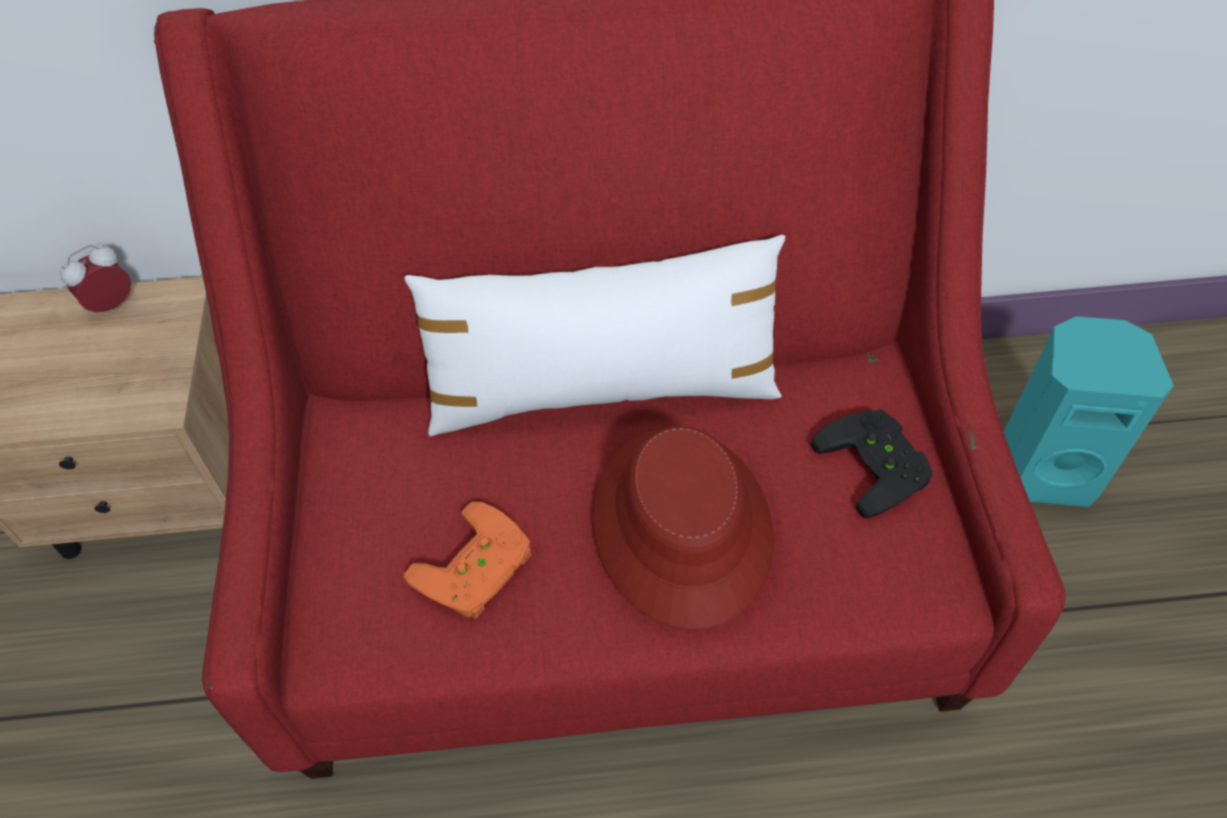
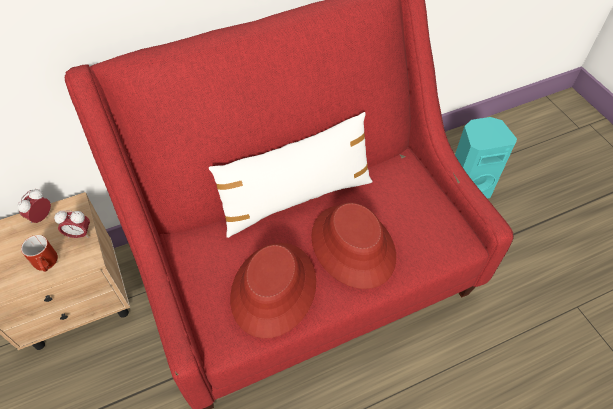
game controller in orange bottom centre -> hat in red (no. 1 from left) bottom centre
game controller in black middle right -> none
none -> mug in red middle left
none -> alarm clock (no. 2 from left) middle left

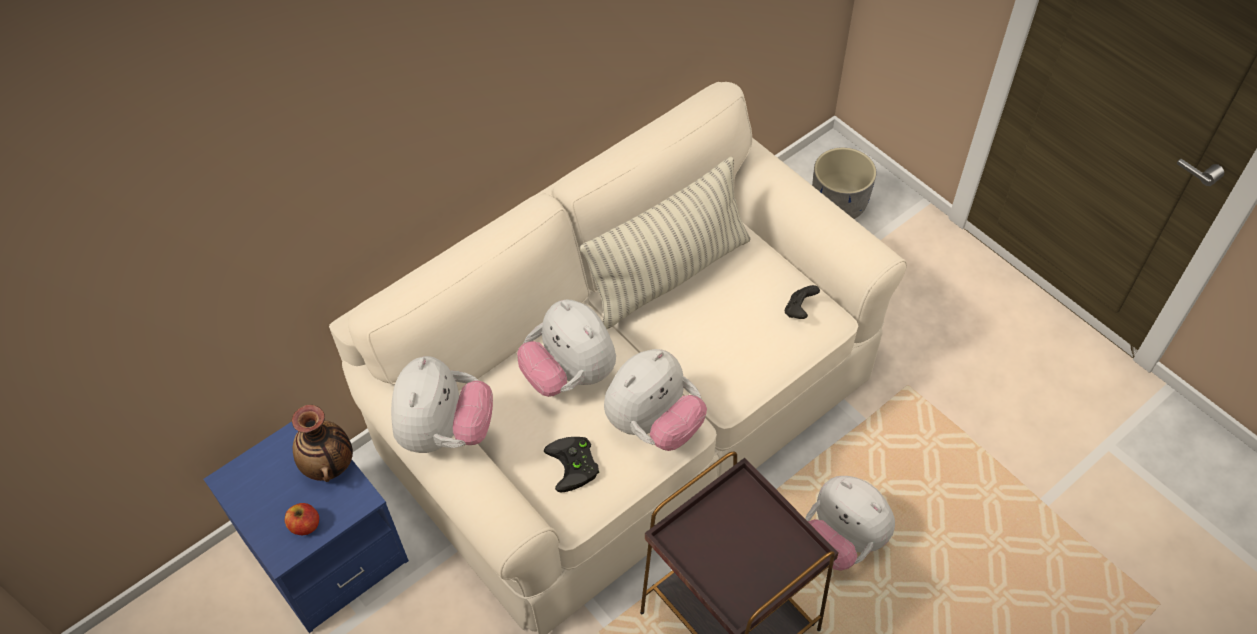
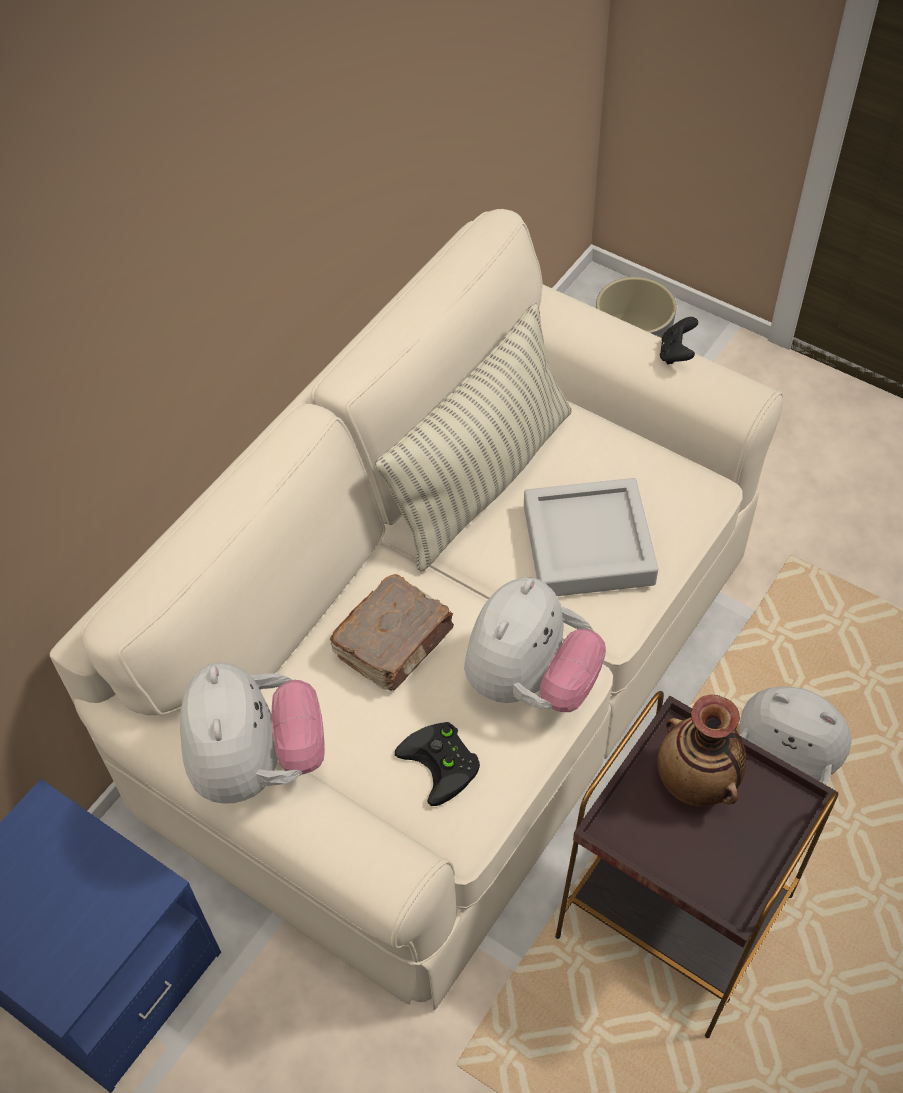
apple bottom left -> none
vase bottom left -> vase bottom right, relocated
plush toy (no. 2 from left) centre -> book in brown centre
game controller in black (no. 2 from left) centre -> game controller in black (no. 2 from left) top right, relocated
none -> tray in grey centre

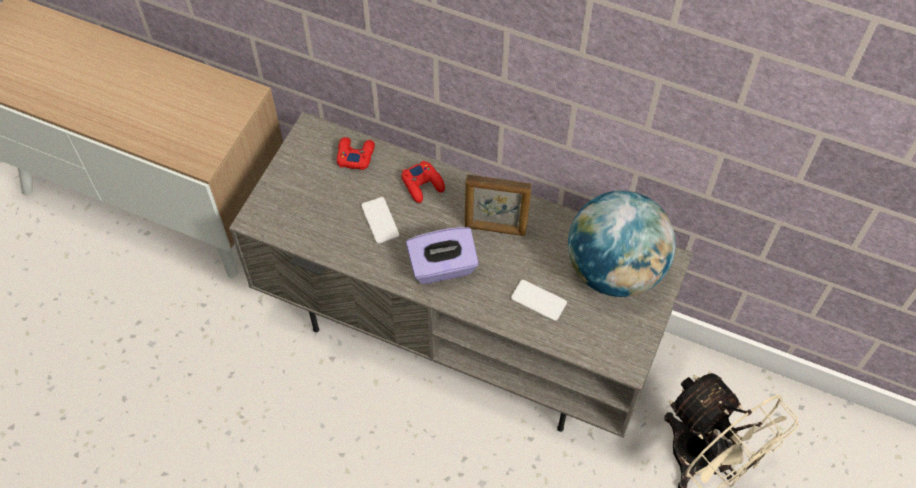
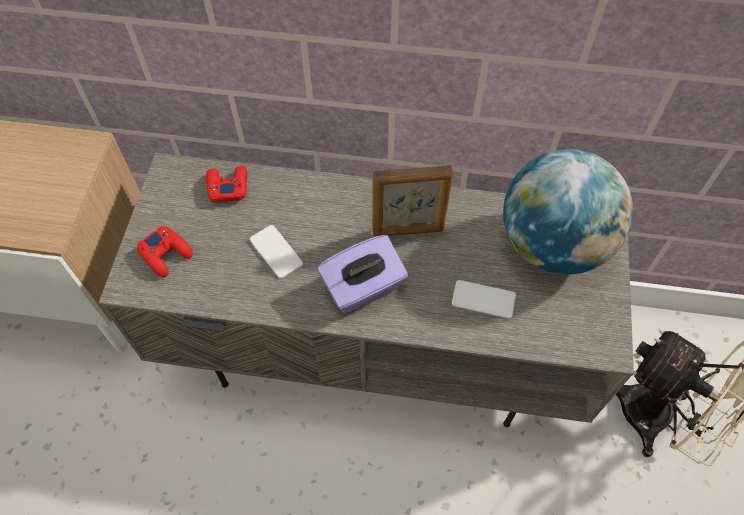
game controller in red (no. 2 from left in the first image) centre -> game controller in red (no. 1 from left) middle left, relocated

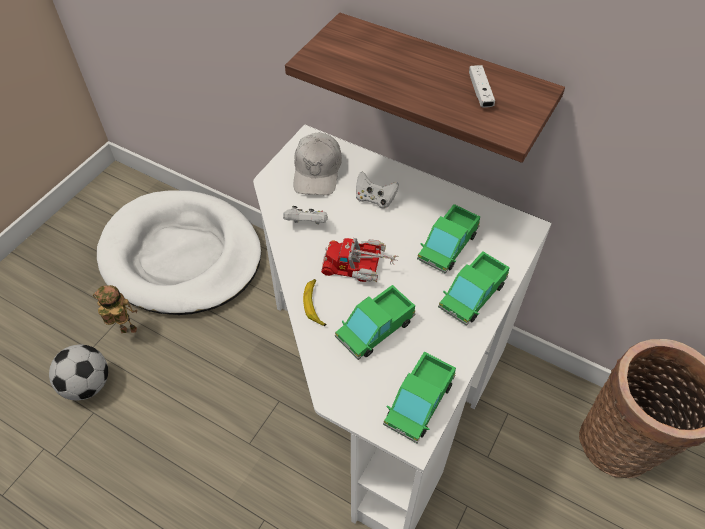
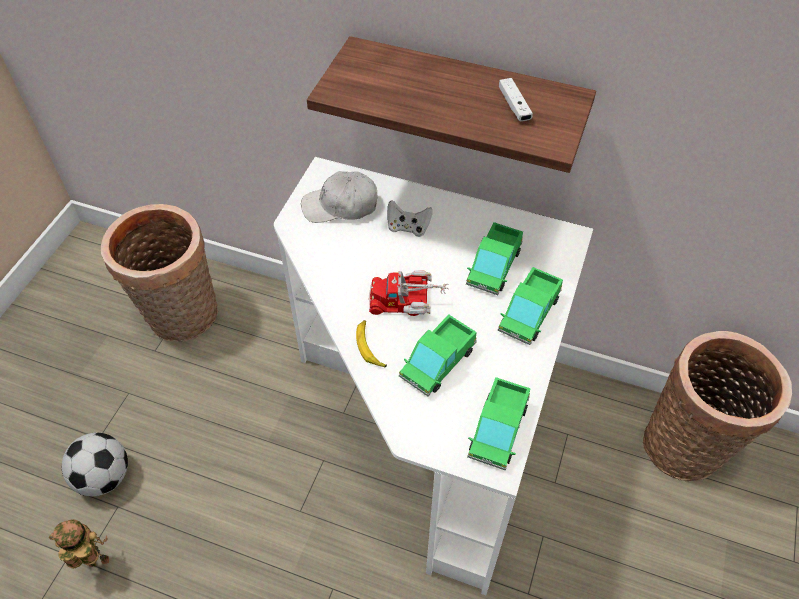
toy robot middle left -> toy robot bottom left, relocated
dog bed in white middle left -> basket (no. 1 from left) middle left
game controller in white (no. 1 from left) centre -> none
cap in white top centre, 90 degrees clockwise

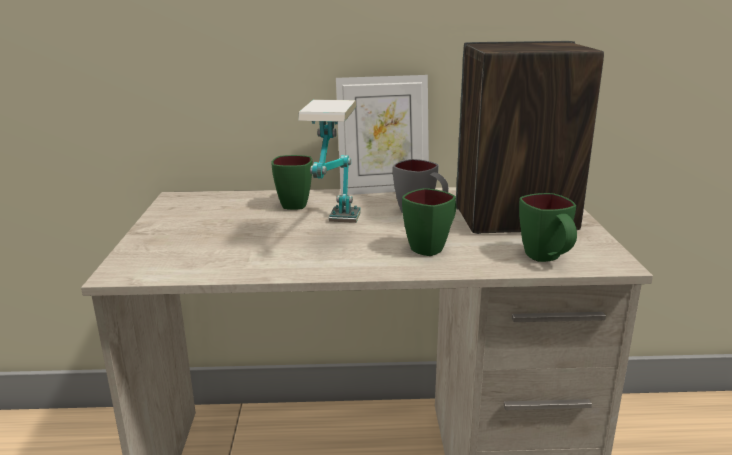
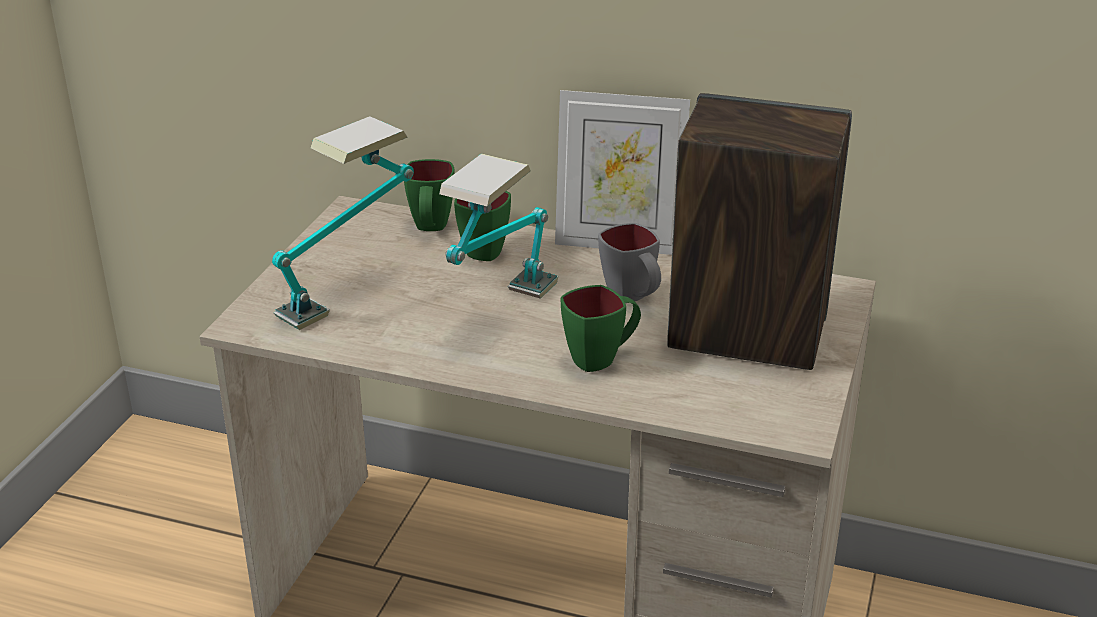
mug in green (no. 3 from left in the first image) middle right -> mug in green (no. 1 from left) top centre, relocated
none -> table lamp (no. 1 from left) middle left

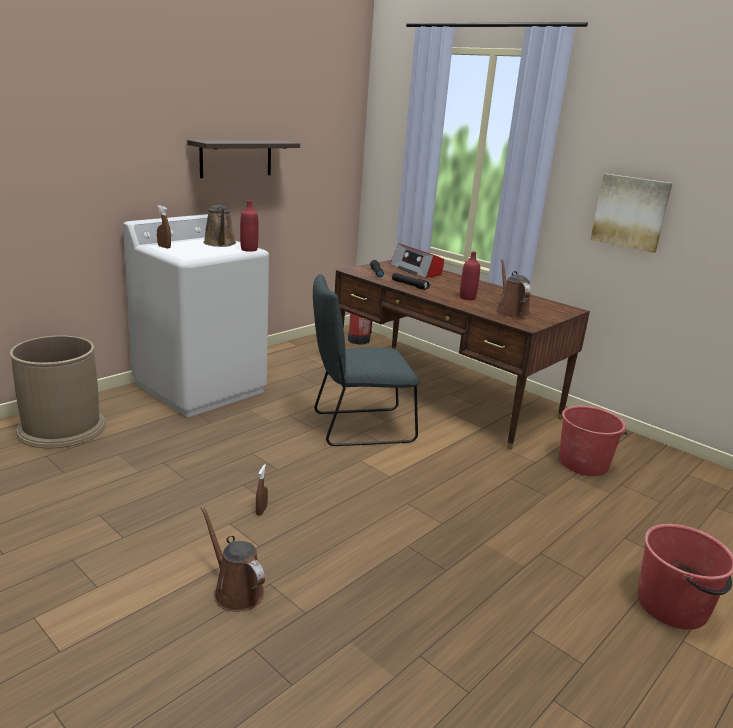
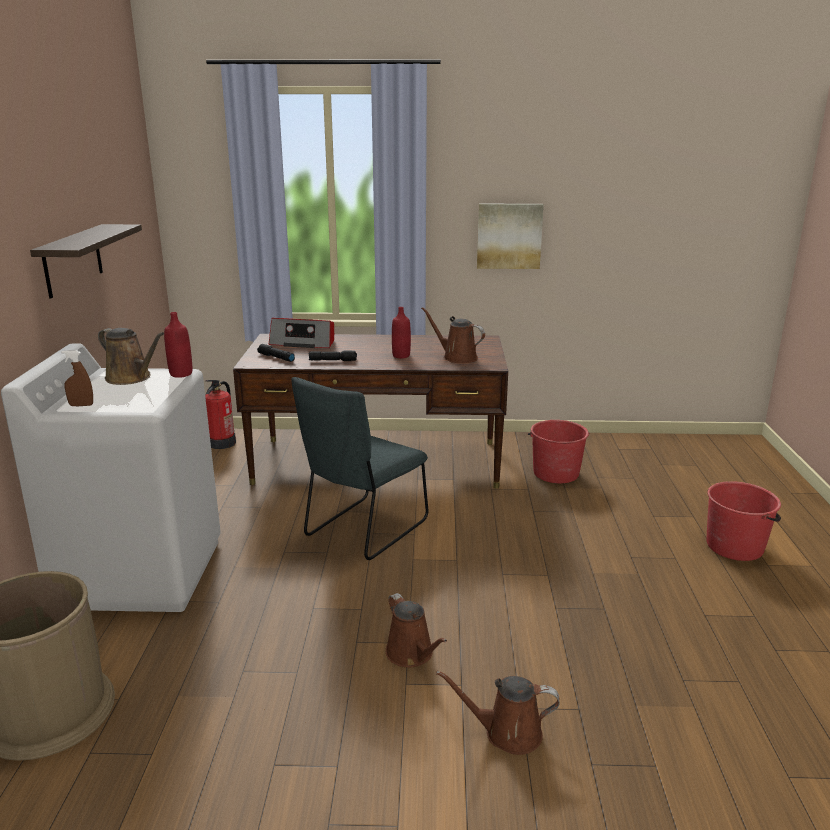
spray bottle in brown (no. 2 from left) bottom centre -> watering can in brown (no. 2 from left) bottom centre

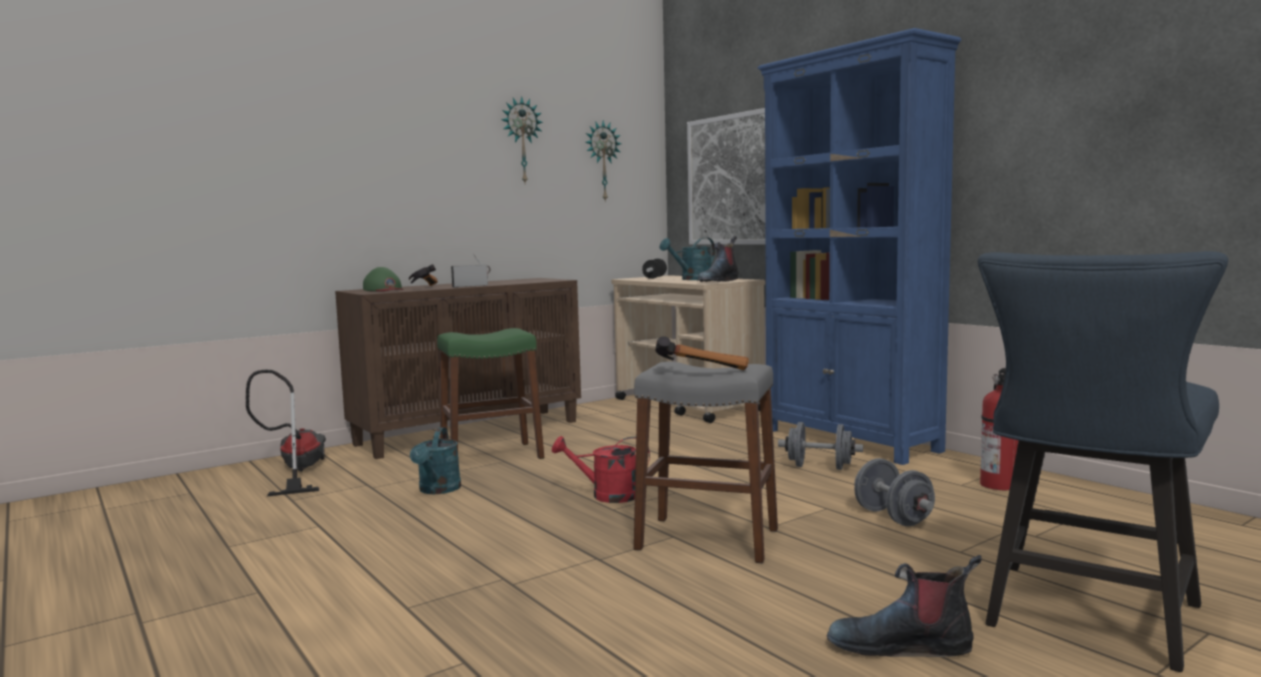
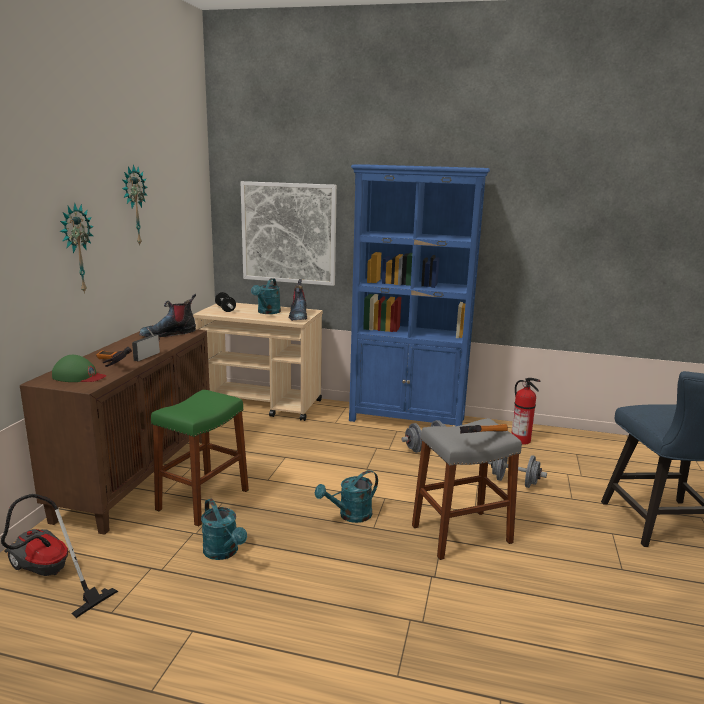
watering can in red bottom centre -> watering can in turquoise (no. 3 from left) bottom centre
wall clock (no. 2 from left in the first image) top centre -> wall clock (no. 1 from left) middle left, relocated
boot (no. 2 from left in the first image) bottom right -> boot (no. 1 from left) middle left, relocated

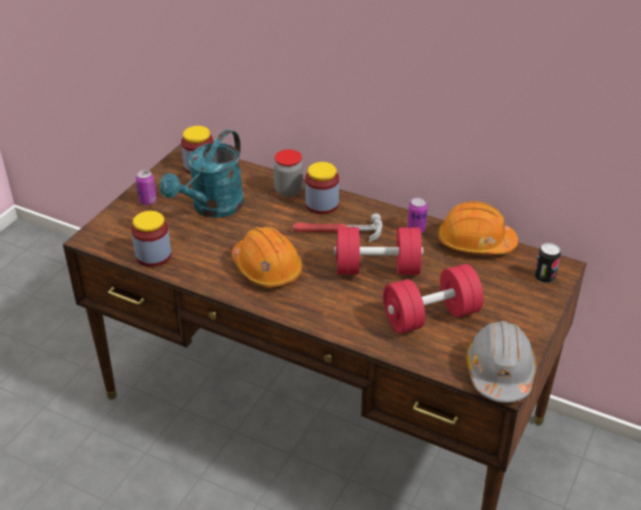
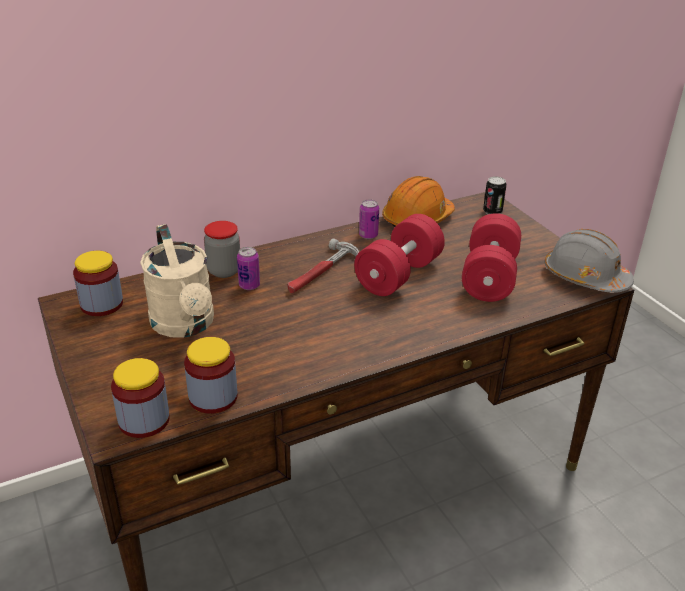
can (no. 1 from left) middle left -> can (no. 1 from left) centre, relocated
watering can in turquoise middle left -> watering can in beige middle left
hard hat in orange (no. 1 from left) centre -> none
jar (no. 4 from left in the first image) centre -> jar (no. 2 from left) bottom left, relocated

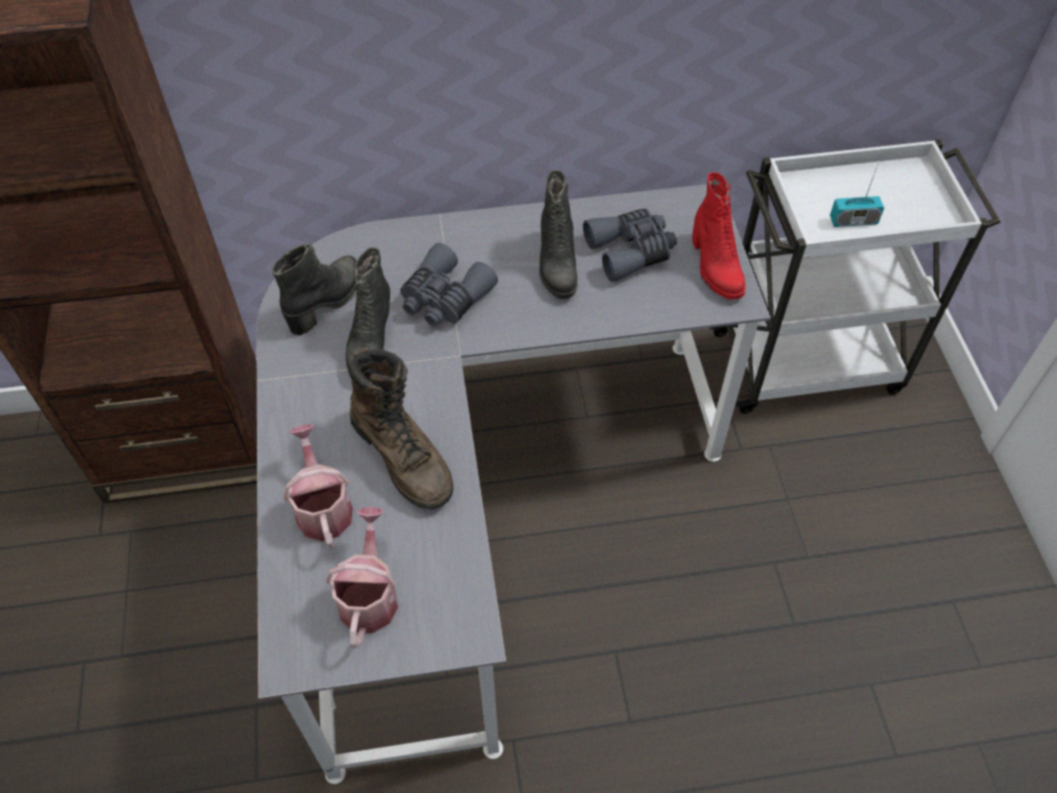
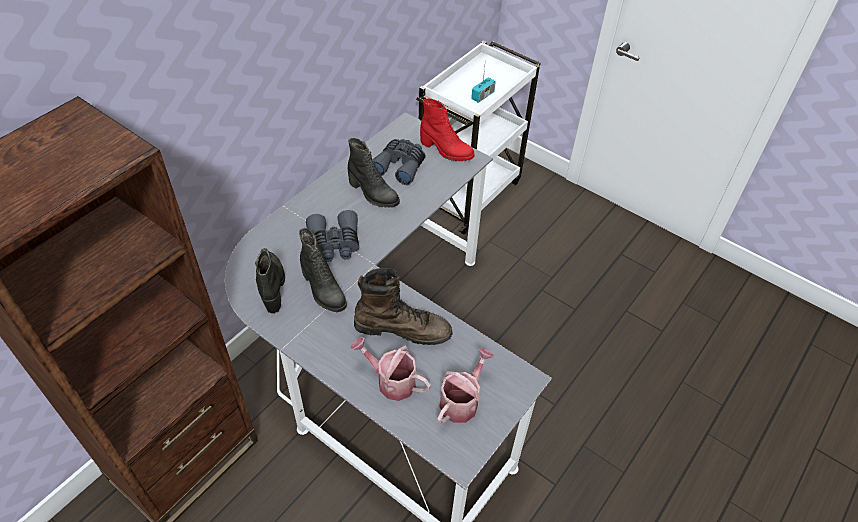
watering can (no. 2 from left) bottom centre, 75 degrees clockwise

